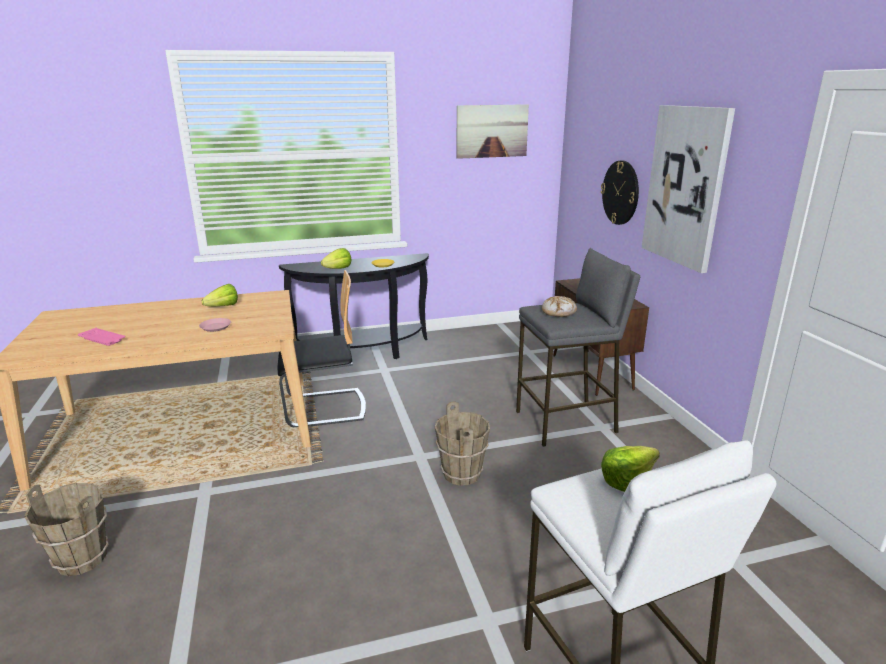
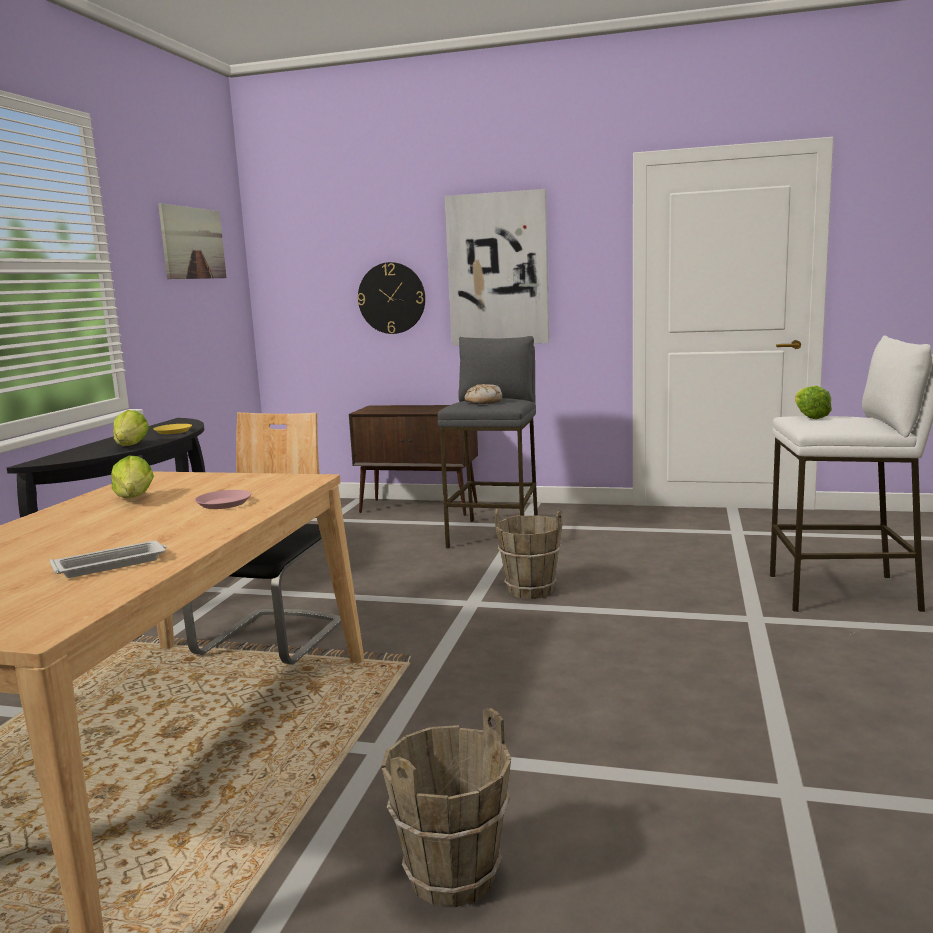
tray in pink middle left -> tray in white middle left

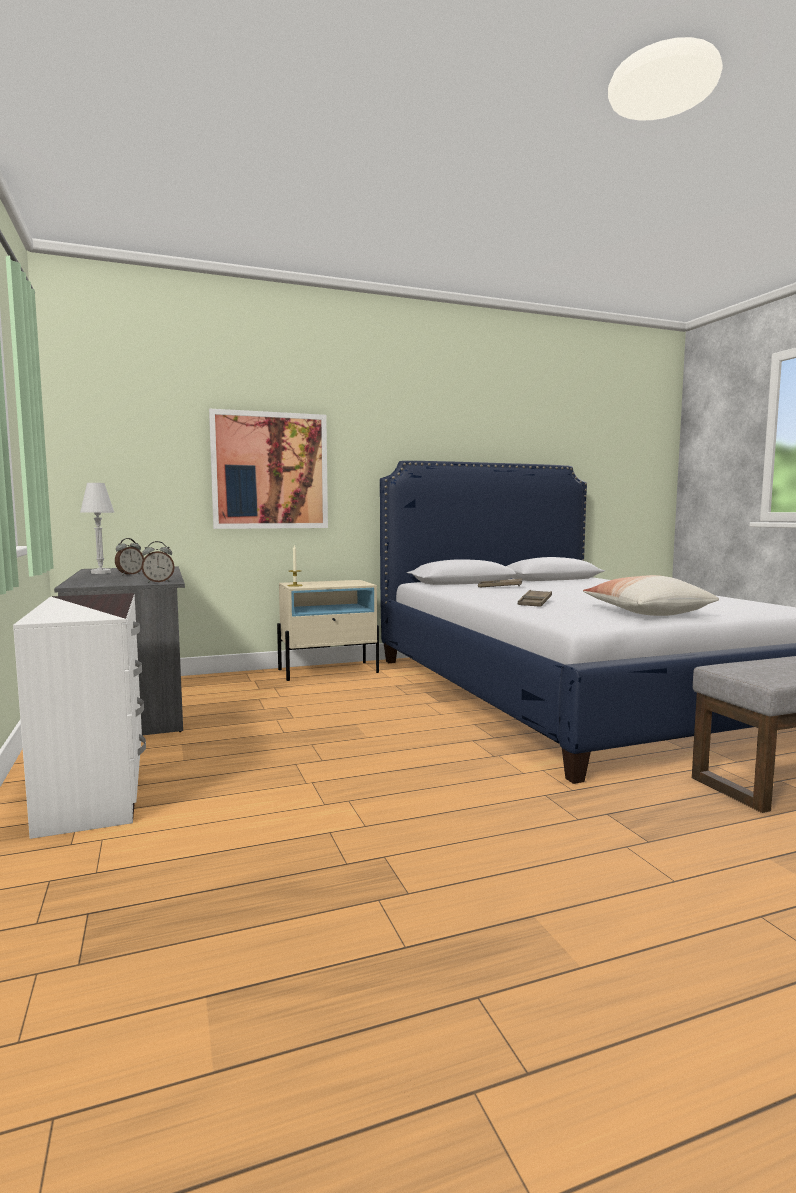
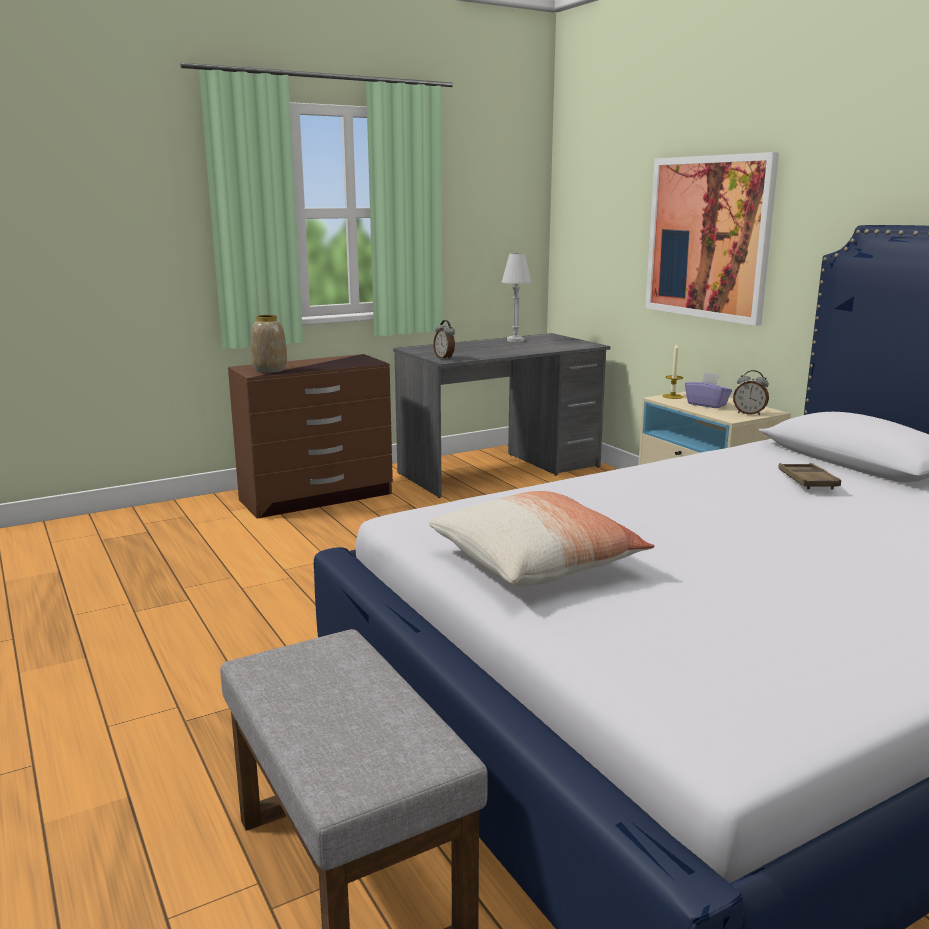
dresser in white middle left -> dresser in brown centre
alarm clock (no. 1 from left in the first image) middle left -> alarm clock (no. 2 from left) middle right, relocated
tray in brown (no. 2 from left) middle right -> none
none -> vase middle left
none -> tissue box in purple middle right

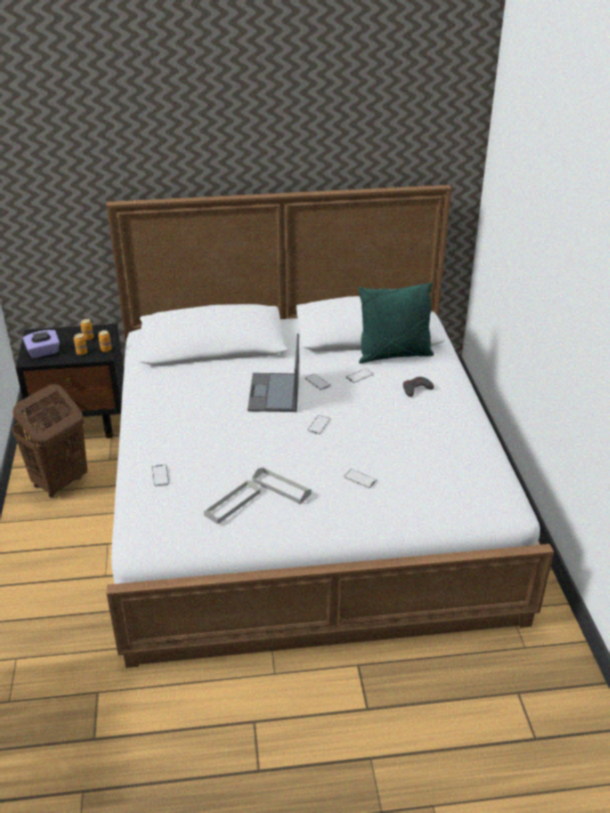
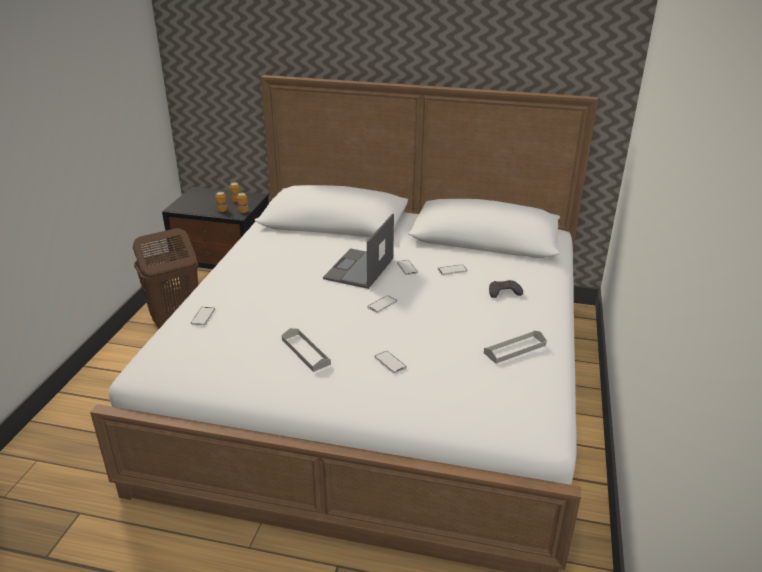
tissue box in purple middle left -> none
tray in grey (no. 1 from left in the first image) centre -> tray in grey (no. 2 from left) middle right, relocated
pillow in green centre -> none

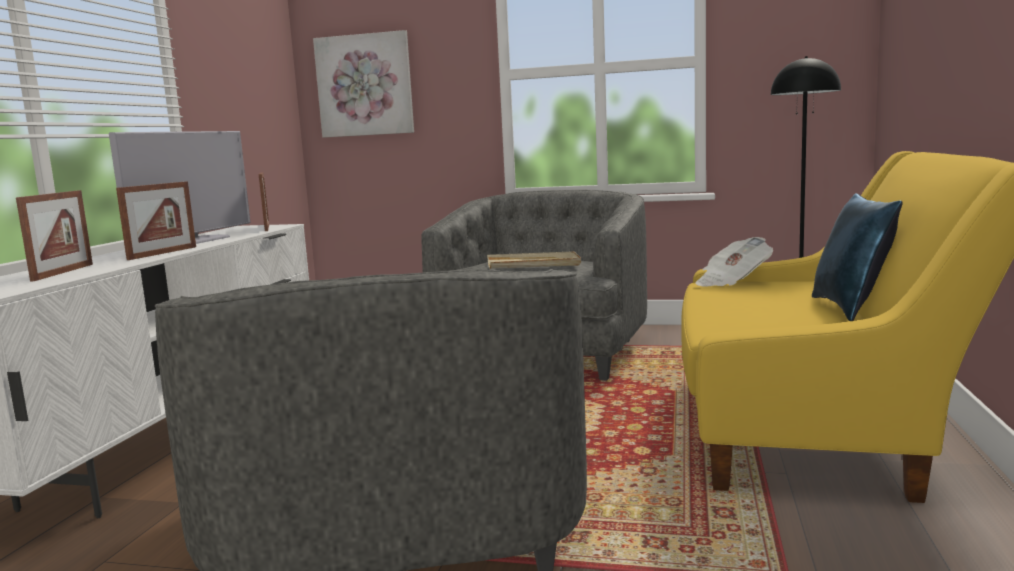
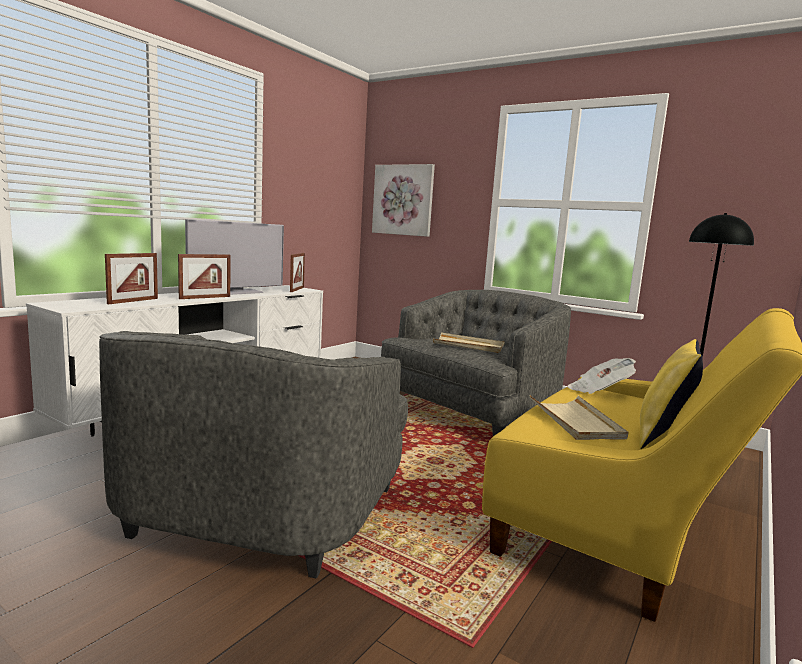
pillow in blue middle right -> pillow in yellow middle right
none -> tray in beige (no. 2 from left) middle right

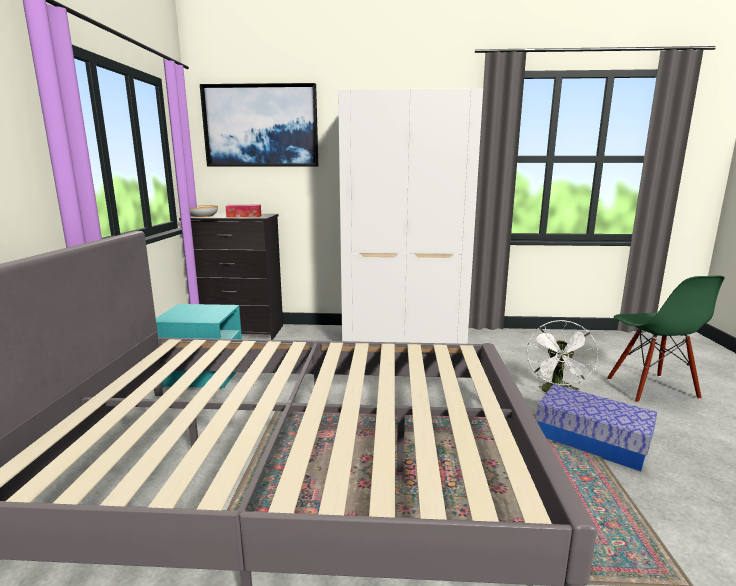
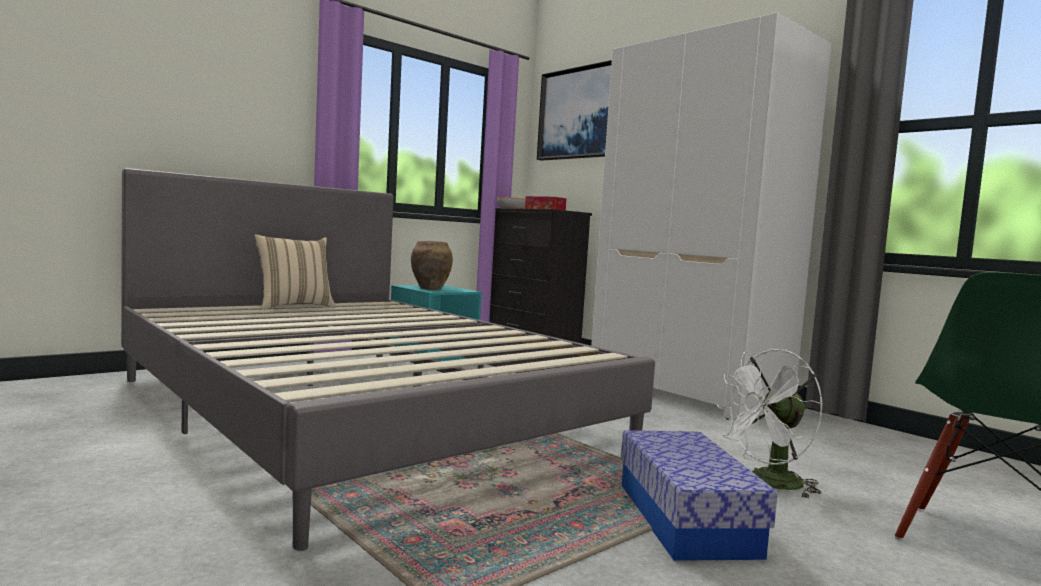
none -> pillow in beige middle left
none -> vase in brown centre

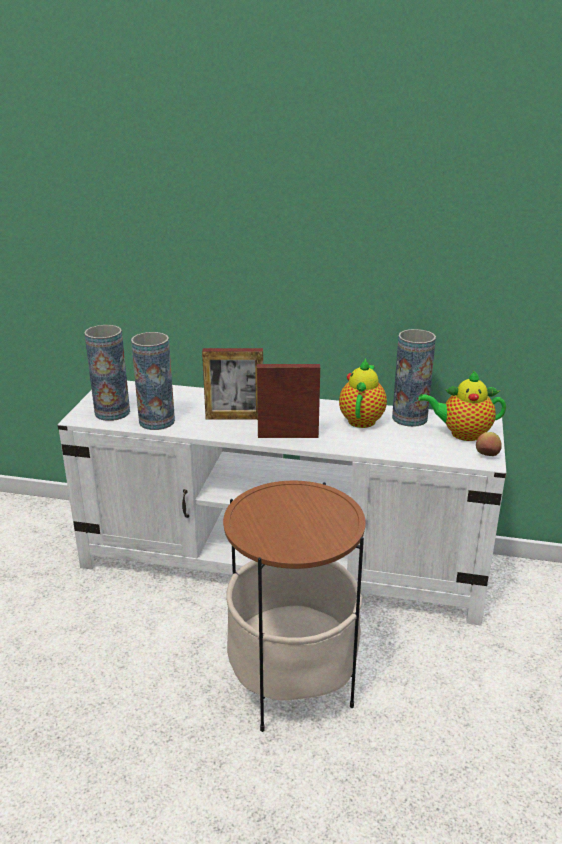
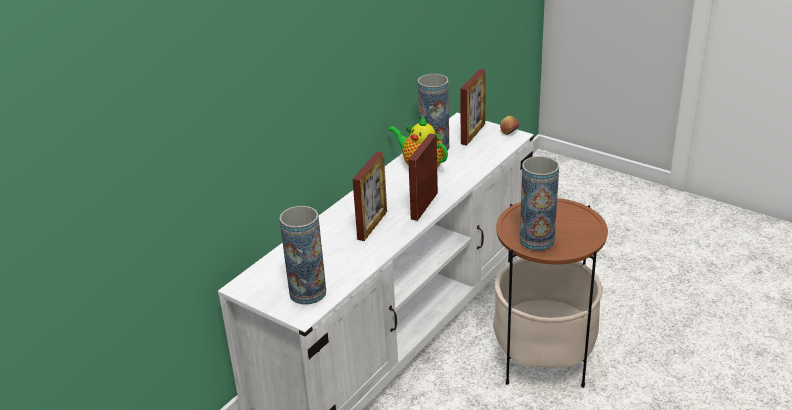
vase (no. 2 from left in the first image) middle left -> vase (no. 3 from left) middle right, relocated
teapot (no. 2 from left) middle right -> picture frame (no. 3 from left) top centre

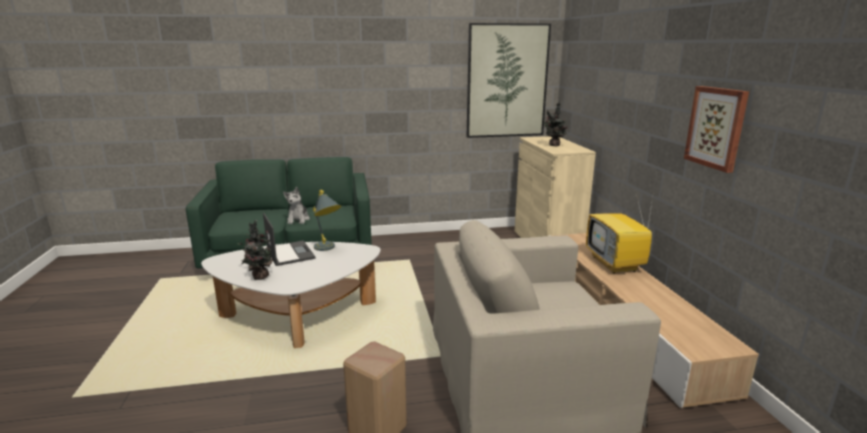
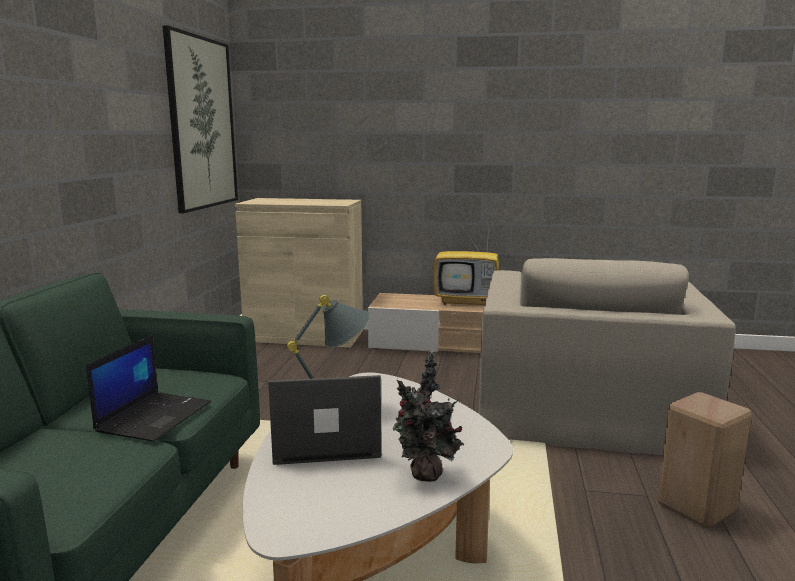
plush toy centre -> laptop (no. 1 from left) bottom left
potted plant (no. 2 from left) top centre -> none
picture (no. 2 from left) top right -> none

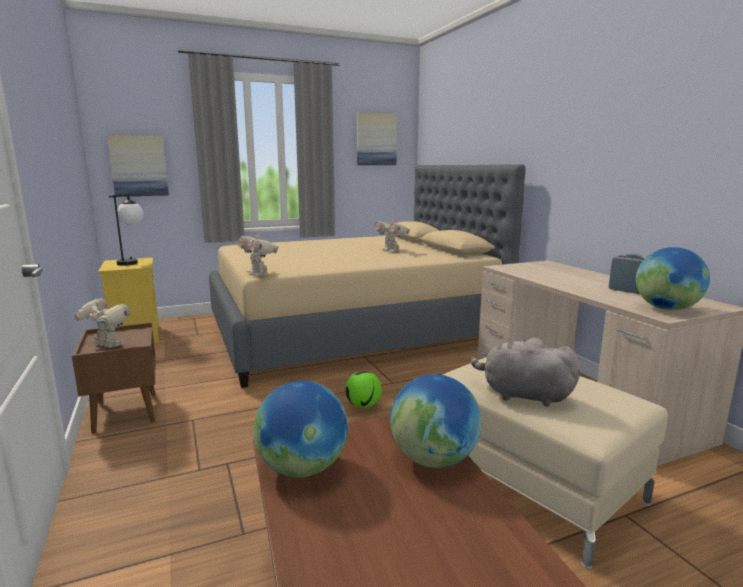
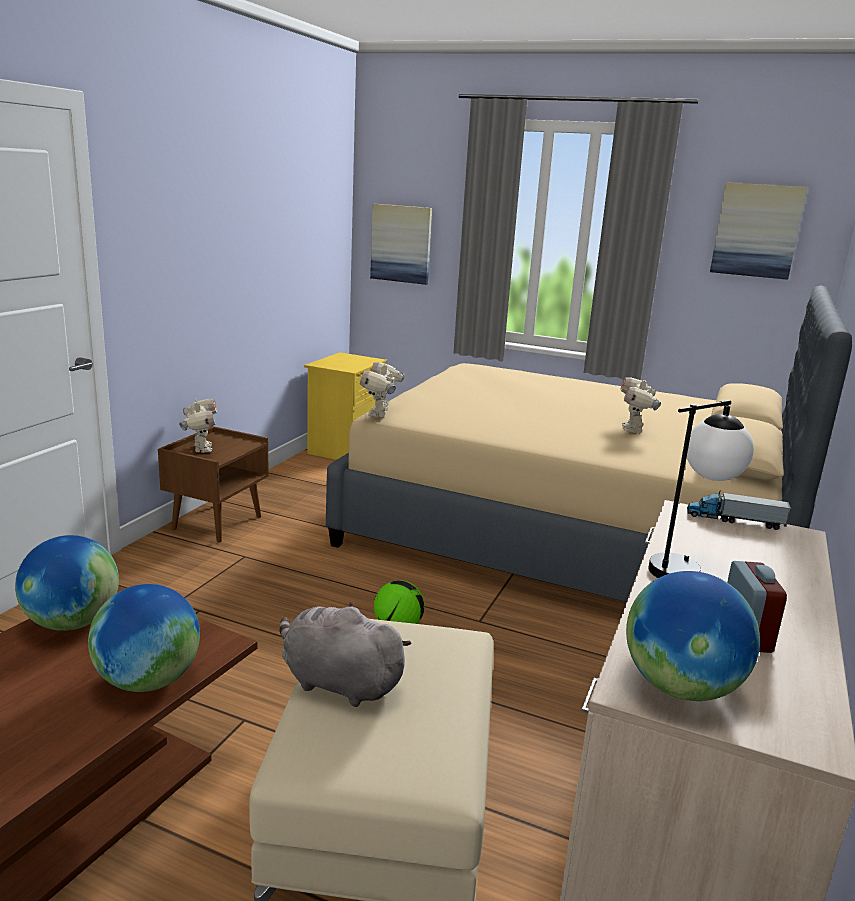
table lamp middle left -> table lamp middle right, relocated
plush toy in grey middle right -> plush toy in grey bottom centre, 45 degrees counterclockwise
none -> toy truck middle right

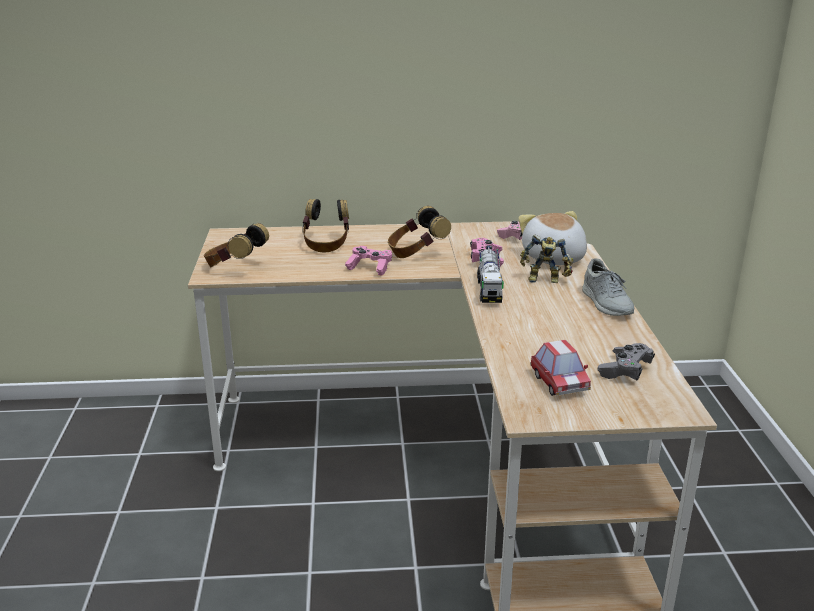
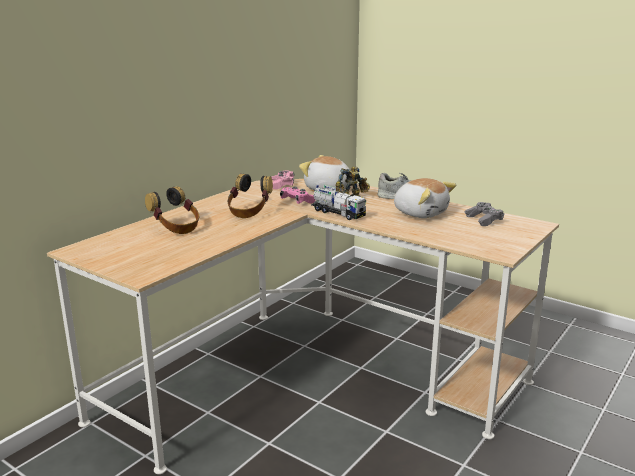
headphones (no. 1 from left) middle left -> none
game controller in pink (no. 1 from left) centre -> none
toy car middle right -> none
none -> plush toy (no. 2 from left) middle right

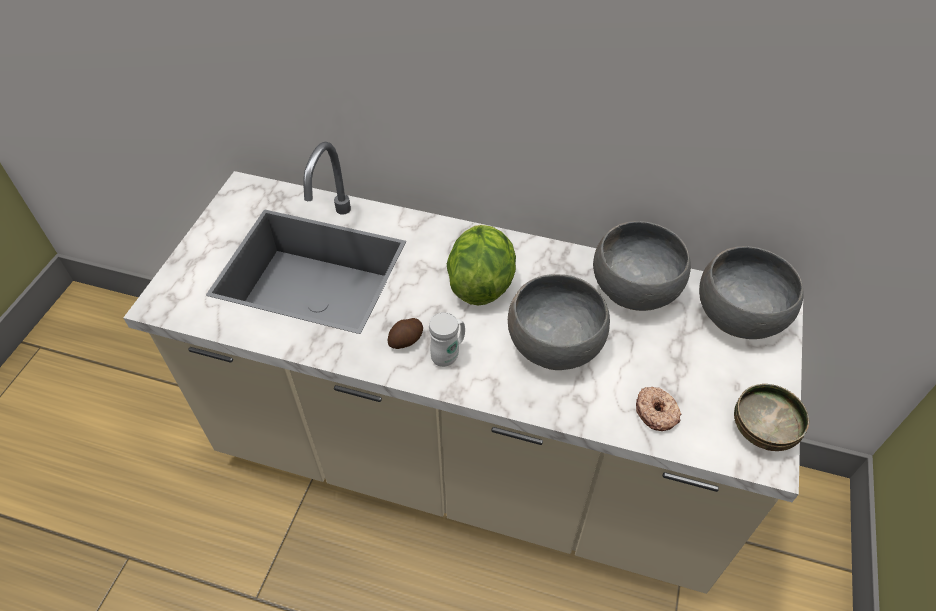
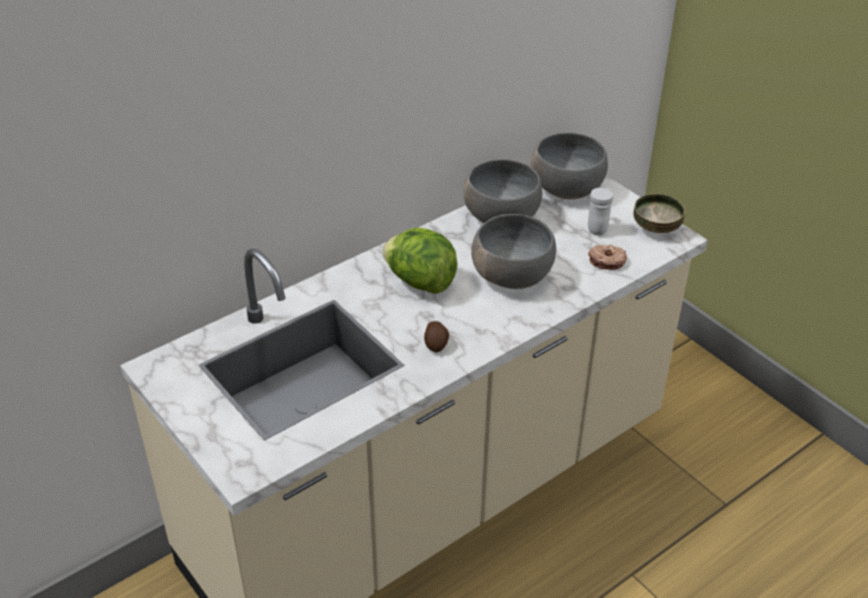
mug in white centre -> mug in white middle right, relocated

